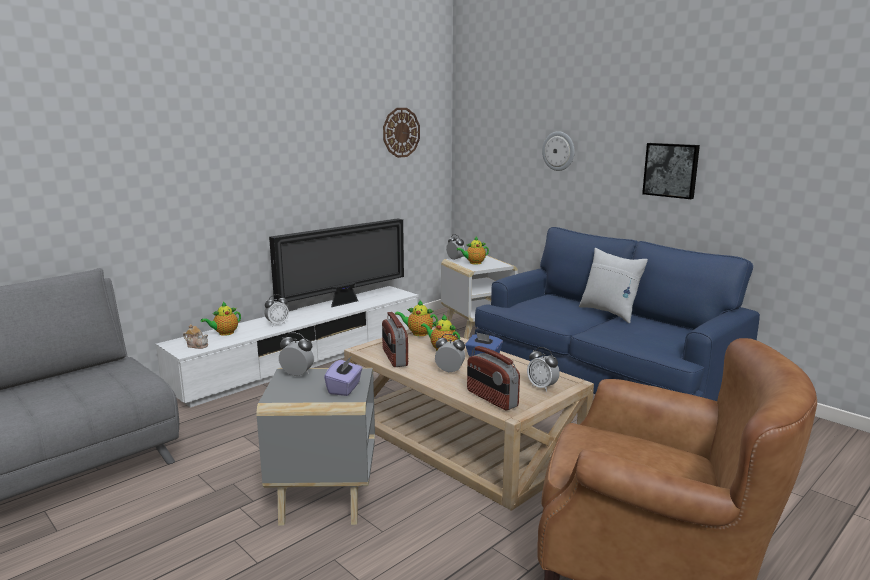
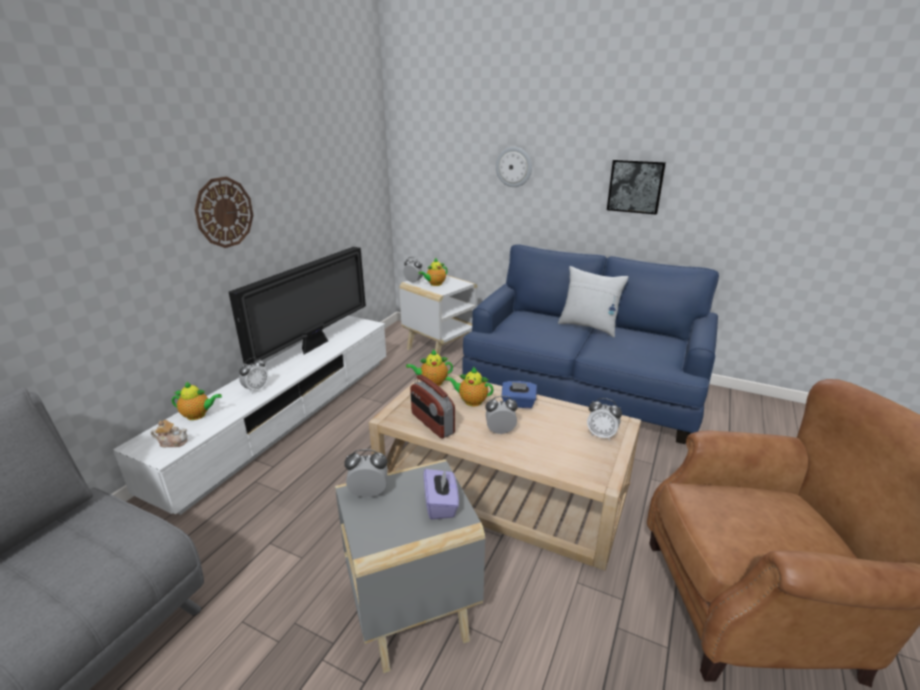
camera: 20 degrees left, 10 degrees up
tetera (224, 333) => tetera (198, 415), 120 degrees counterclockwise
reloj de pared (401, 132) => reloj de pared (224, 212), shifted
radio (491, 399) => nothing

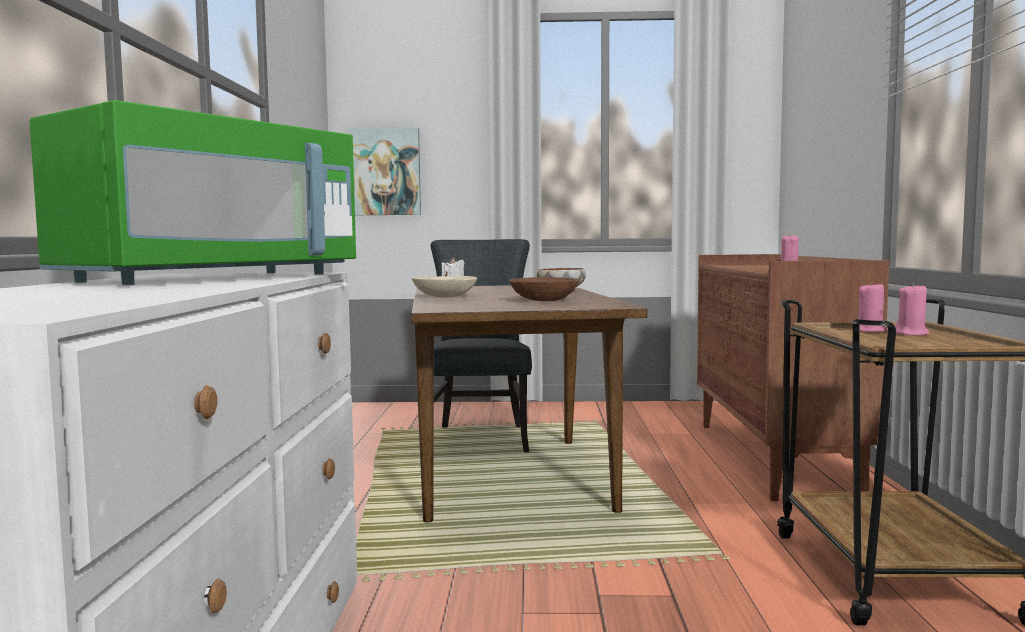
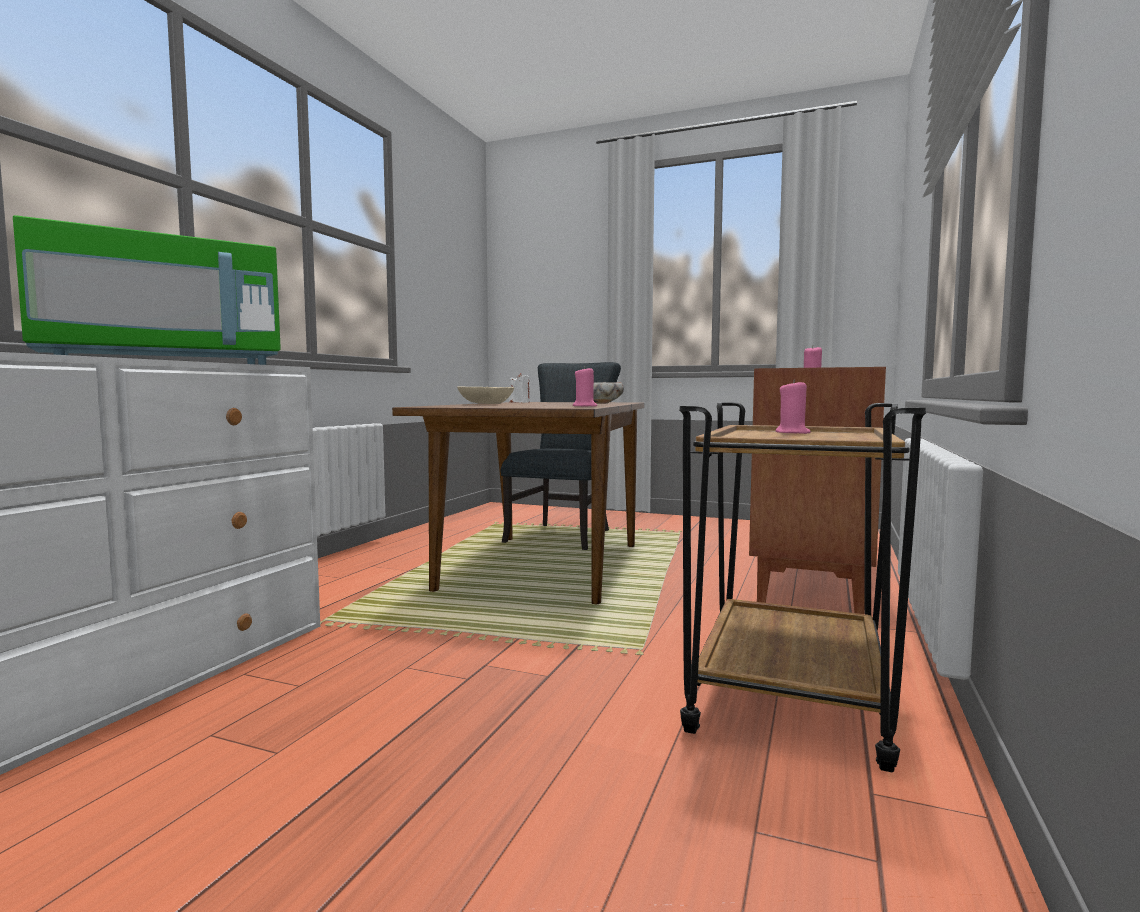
camera: 20 degrees right, 0 degrees up
vela/rosa (911, 334) => vela/rosa (585, 406), shifted
cuadro (385, 172) => nothing
cuenco/marrón (543, 300) => nothing

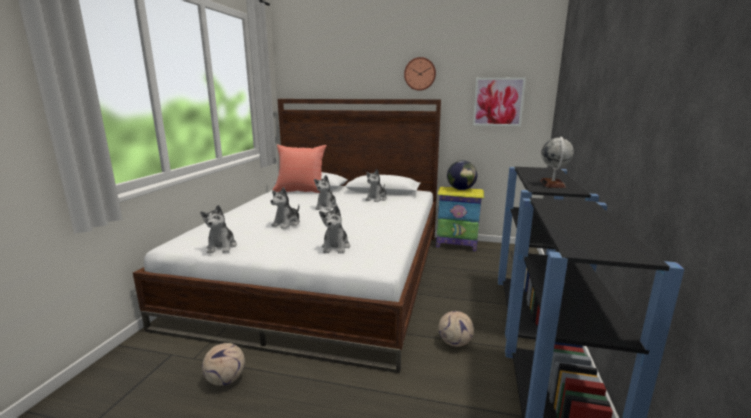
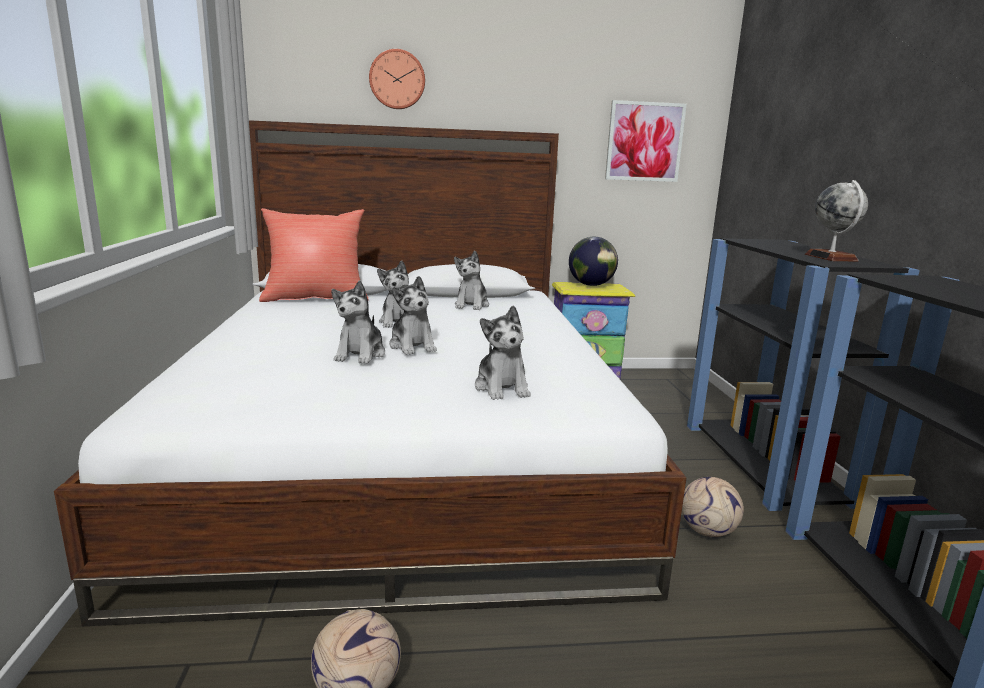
camera: 20 degrees left, 0 degrees up
reloj de pared (420, 74) => reloj de pared (397, 79), shifted
peluche (222, 247) => peluche (412, 346), shifted

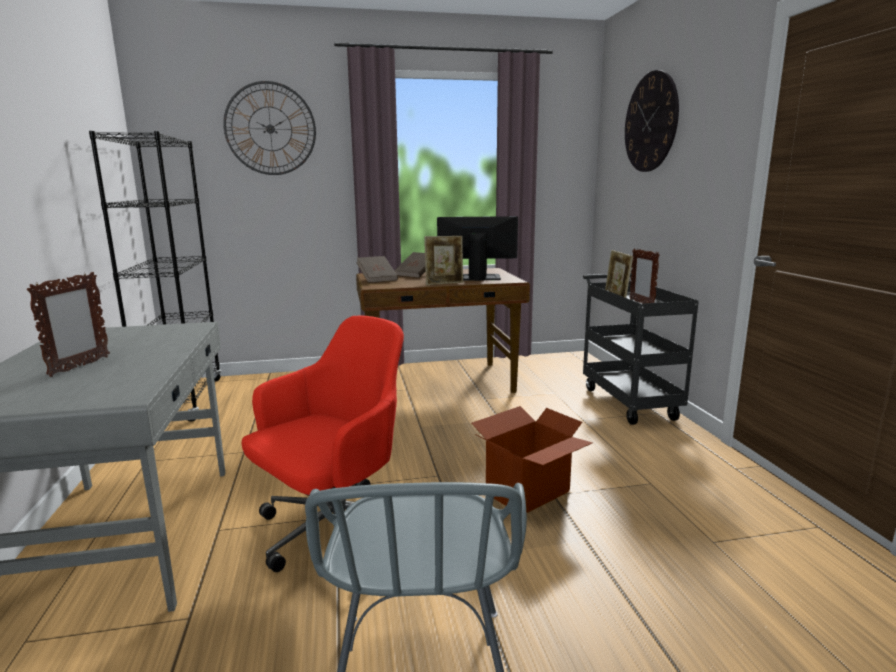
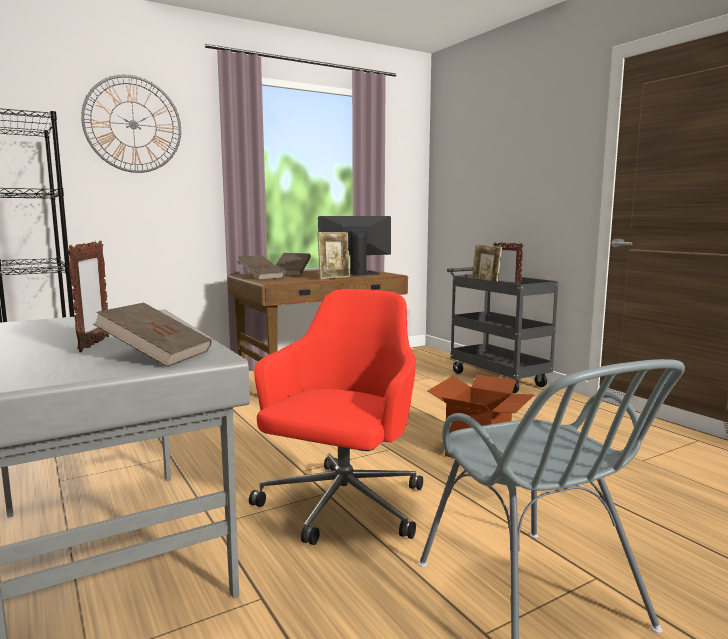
camera: 20 degrees left, 5 degrees down
nothing => libro/marrón (157, 356)
reloj de pared (651, 122) => nothing

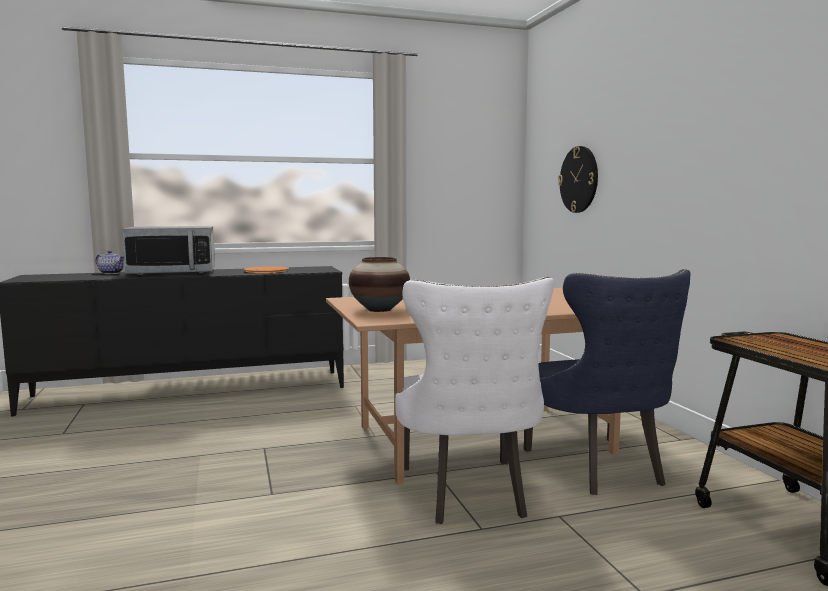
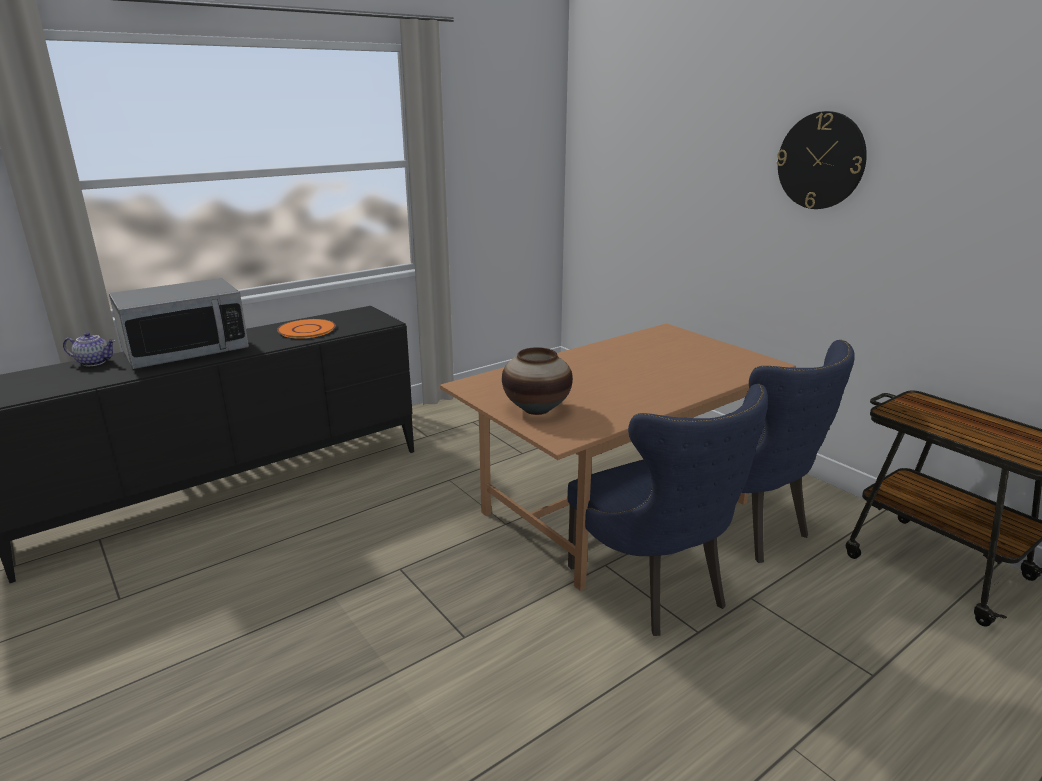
camera: 20 degrees left, 15 degrees up
silla/blanco (468, 492) => silla/azul (654, 586)
reloj de pared (579, 179) => reloj de pared (821, 161), shifted

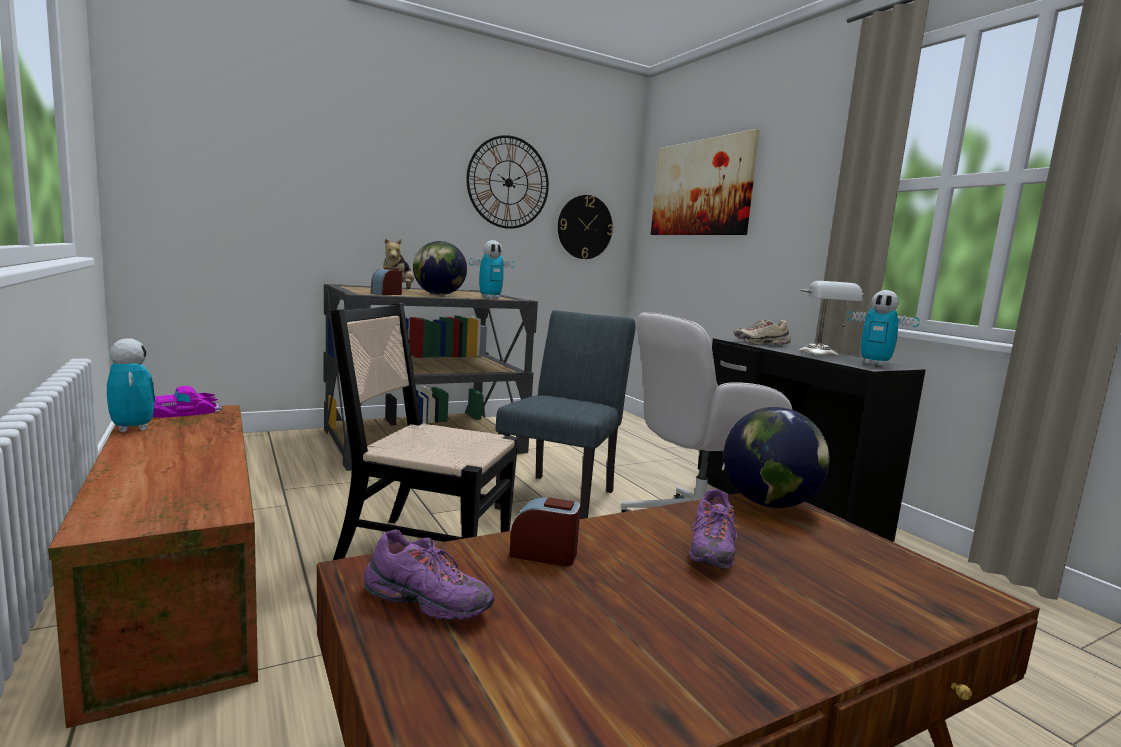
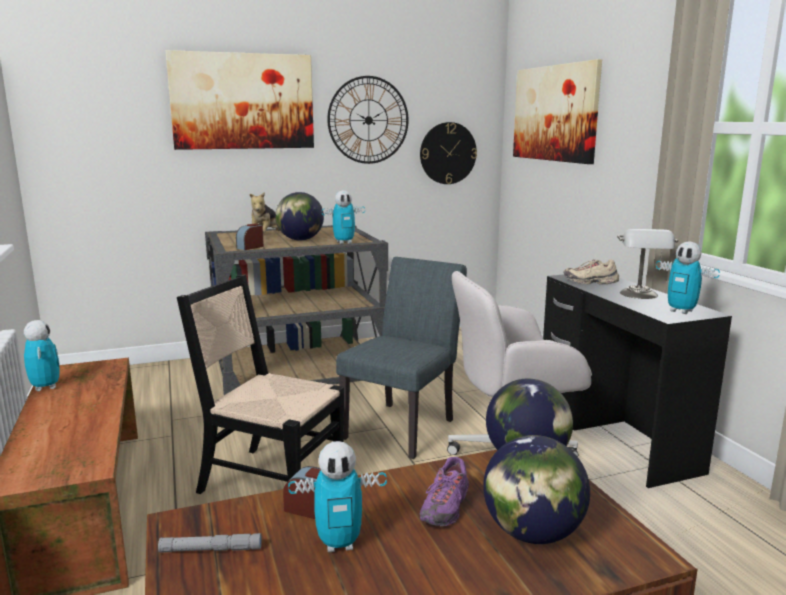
camera: 10 degrees right, 5 degrees up
zapato/morado (427, 602) => linterna/gris (211, 549)
nothing => cuadro (243, 101)
nothing => robot de juguete (339, 544)
nothing => globo terráqueo (532, 533)
coche de juguete (182, 412) => nothing

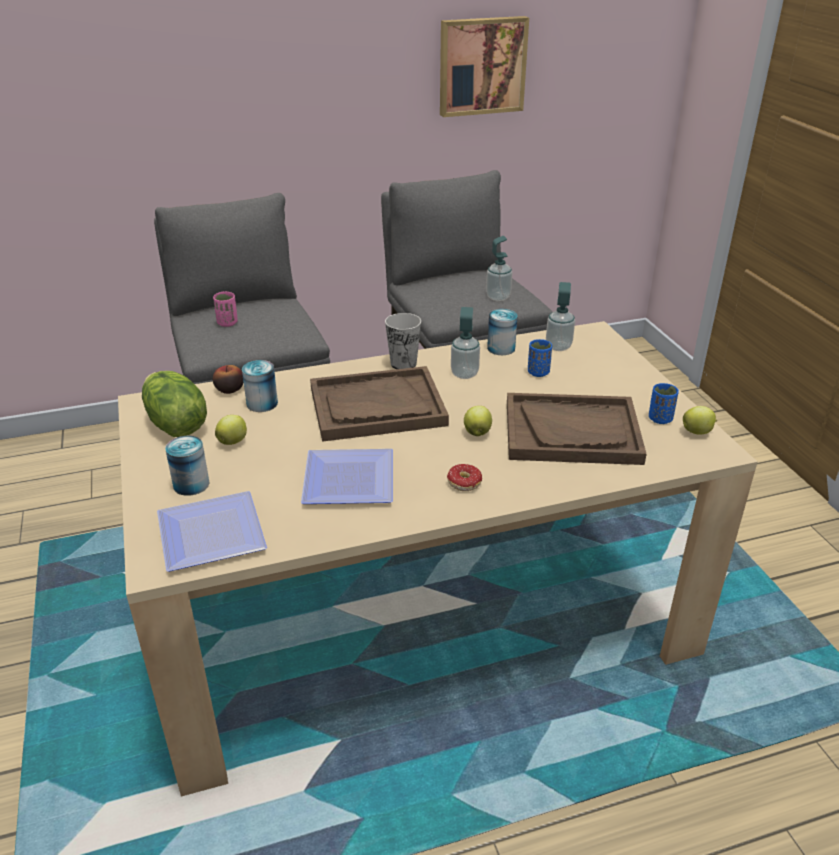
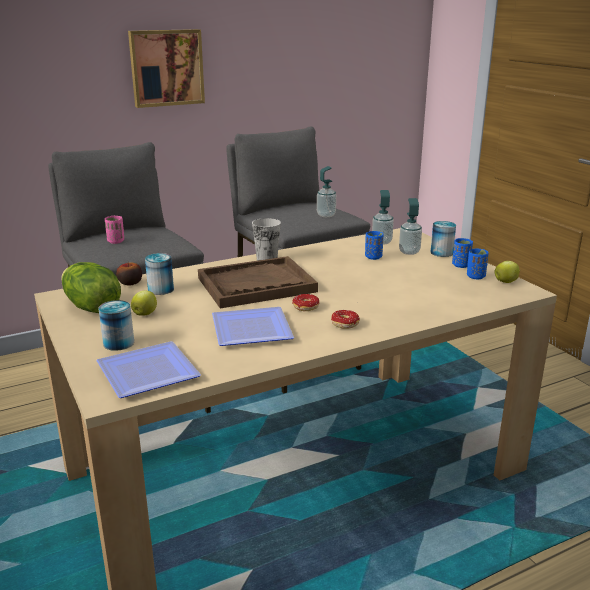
camera: 10 degrees left, 10 degrees down
cuadro (481, 66) => cuadro (166, 67), shifted
nothing => rosquilla (307, 309)
dispensador de jabón (464, 374) => dispensador de jabón (409, 252), shifted
lata (501, 348) => lata (441, 252), shifted
nothing => taza/azul (461, 265)
manzana (477, 432) => nothing
bandeja/marrón (572, 432) => nothing

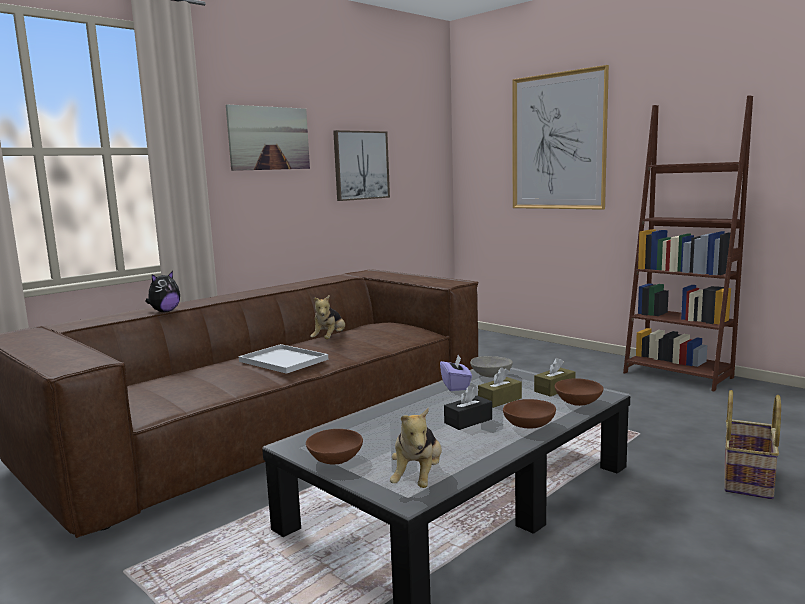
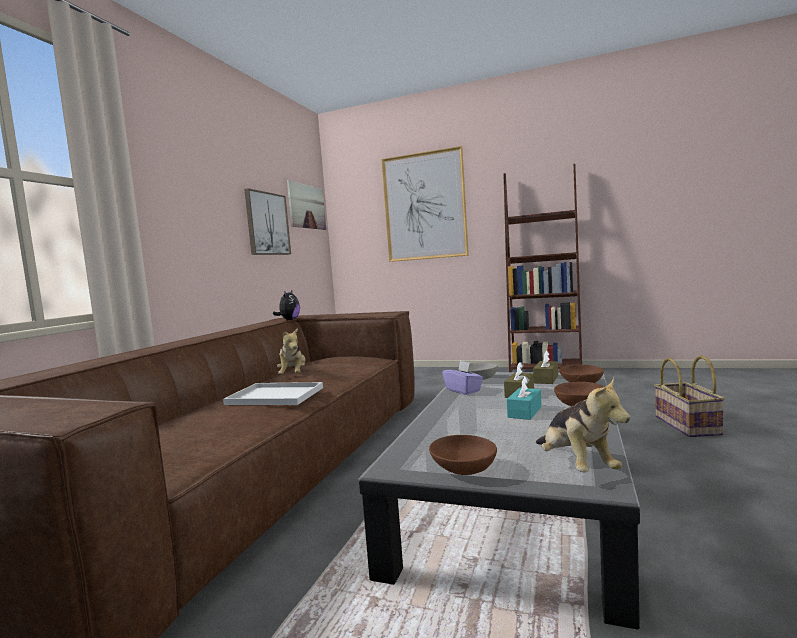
camera: 25 degrees left, 5 degrees down
peluche (165, 311) => peluche (289, 320), shifted
cuadro (269, 138) => cuadro (306, 206), shifted
caja de pañuelos/negro (468, 421) => caja de pañuelos/turquesa (524, 412)

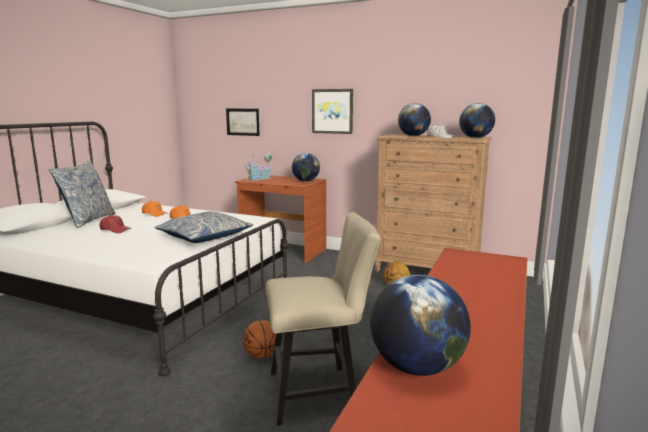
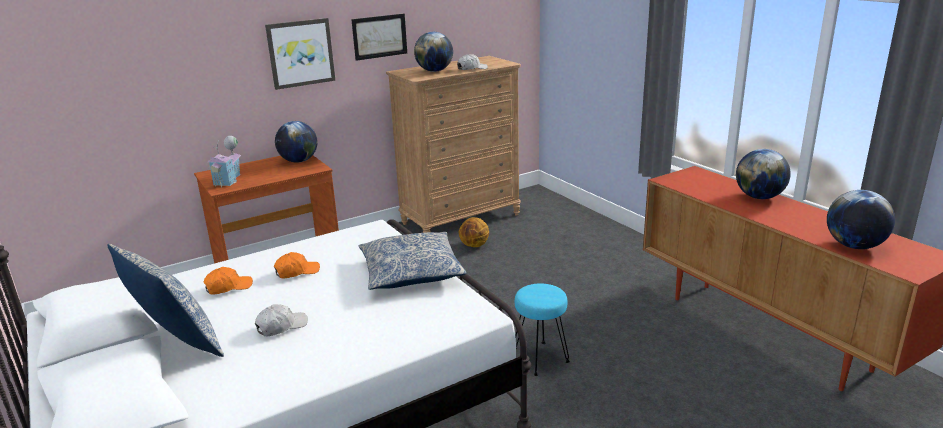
camera: 55 degrees left, 10 degrees up
gorra/rojo (115, 230) => gorra/blanco (281, 326)
cuadro (242, 122) => cuadro (379, 36), shifted
balón de baloncesto (262, 355) => taburete/turquesa (540, 358)
globo terráqueo (475, 138) => globo terráqueo (759, 197), shifted
silla/beis (320, 392) => nothing

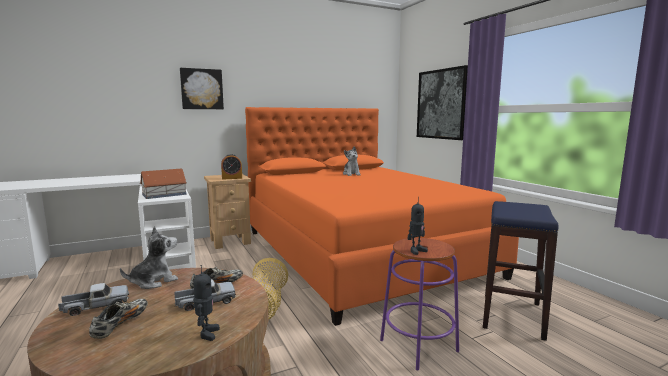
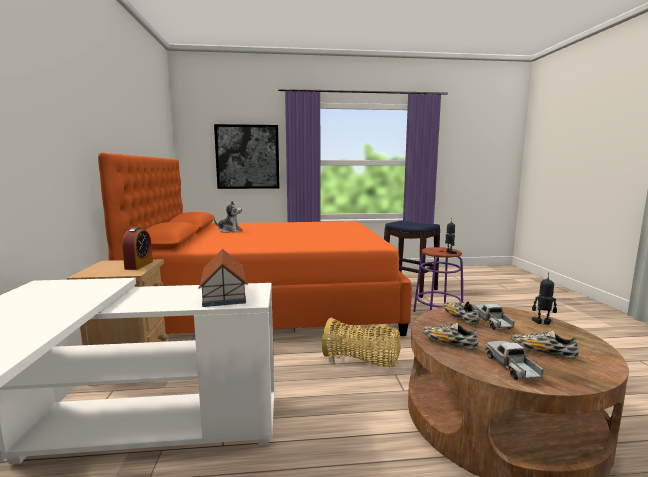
camera: 70 degrees left, 0 degrees up
peluche (154, 281) => zapato (448, 343)
cuadro (202, 89) => nothing

